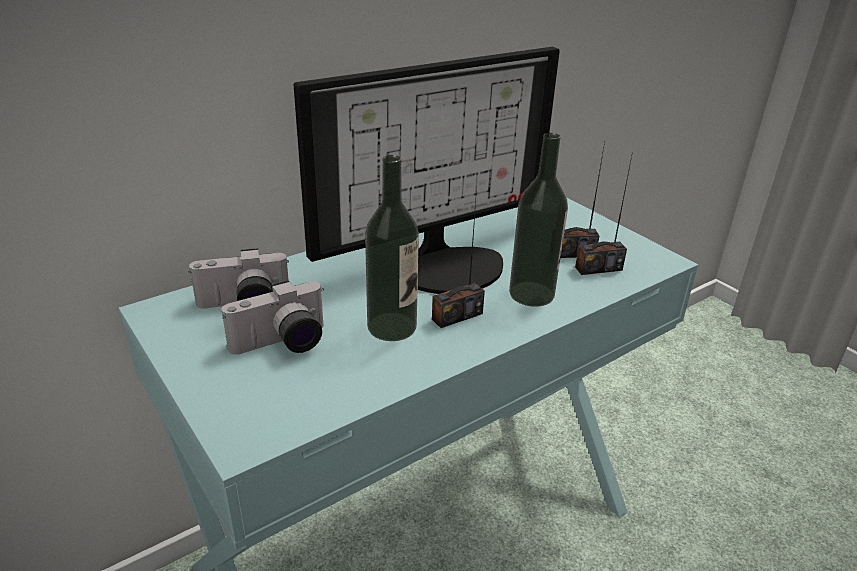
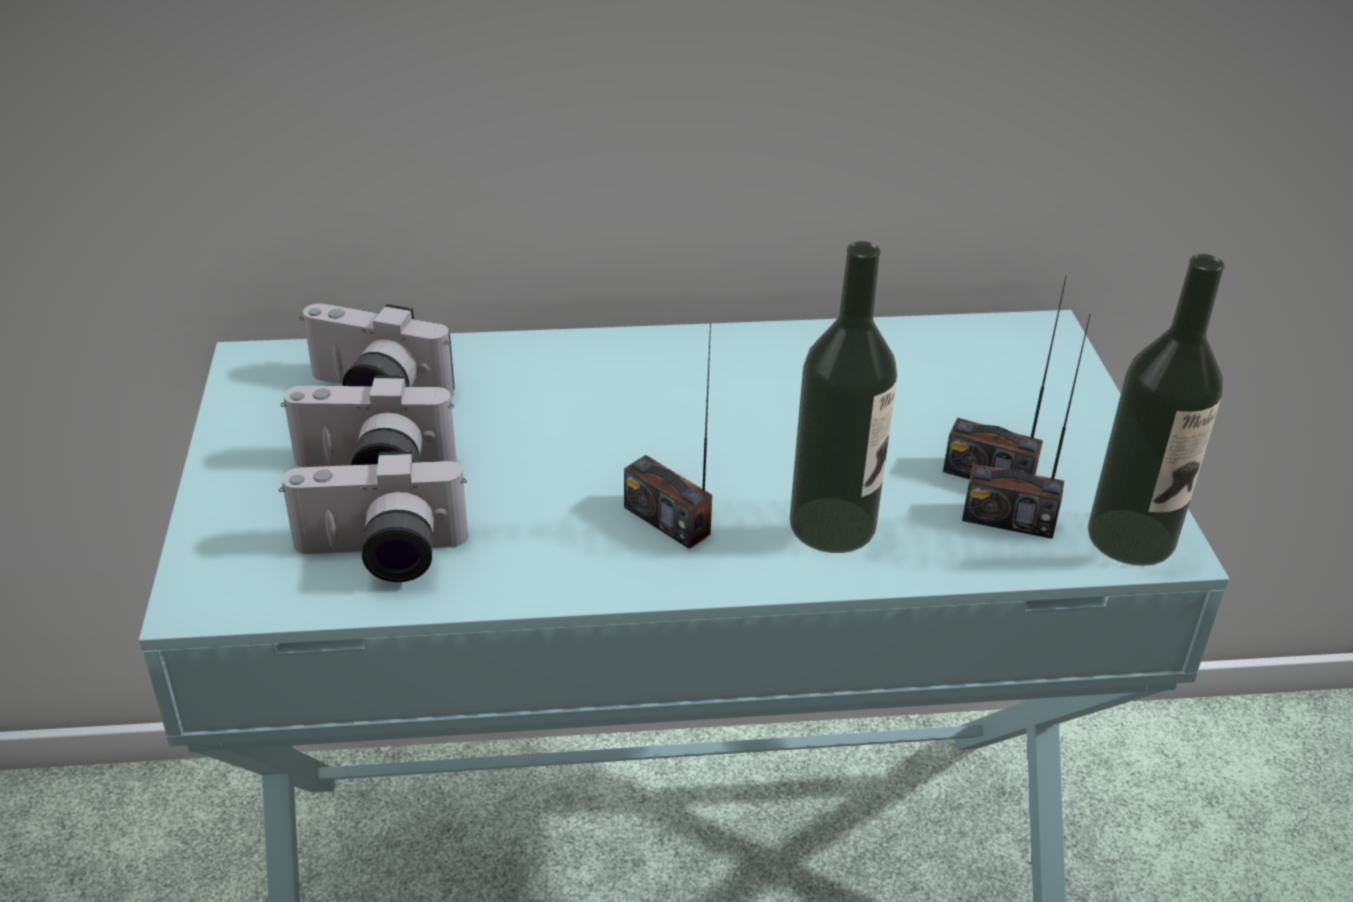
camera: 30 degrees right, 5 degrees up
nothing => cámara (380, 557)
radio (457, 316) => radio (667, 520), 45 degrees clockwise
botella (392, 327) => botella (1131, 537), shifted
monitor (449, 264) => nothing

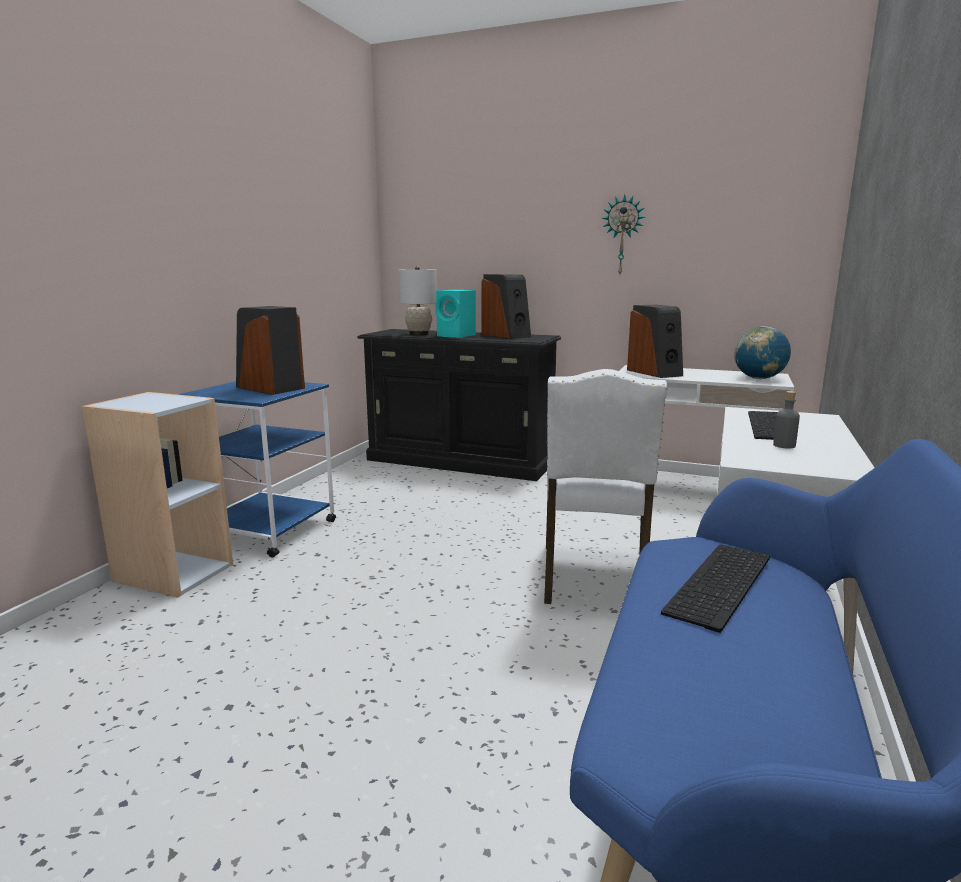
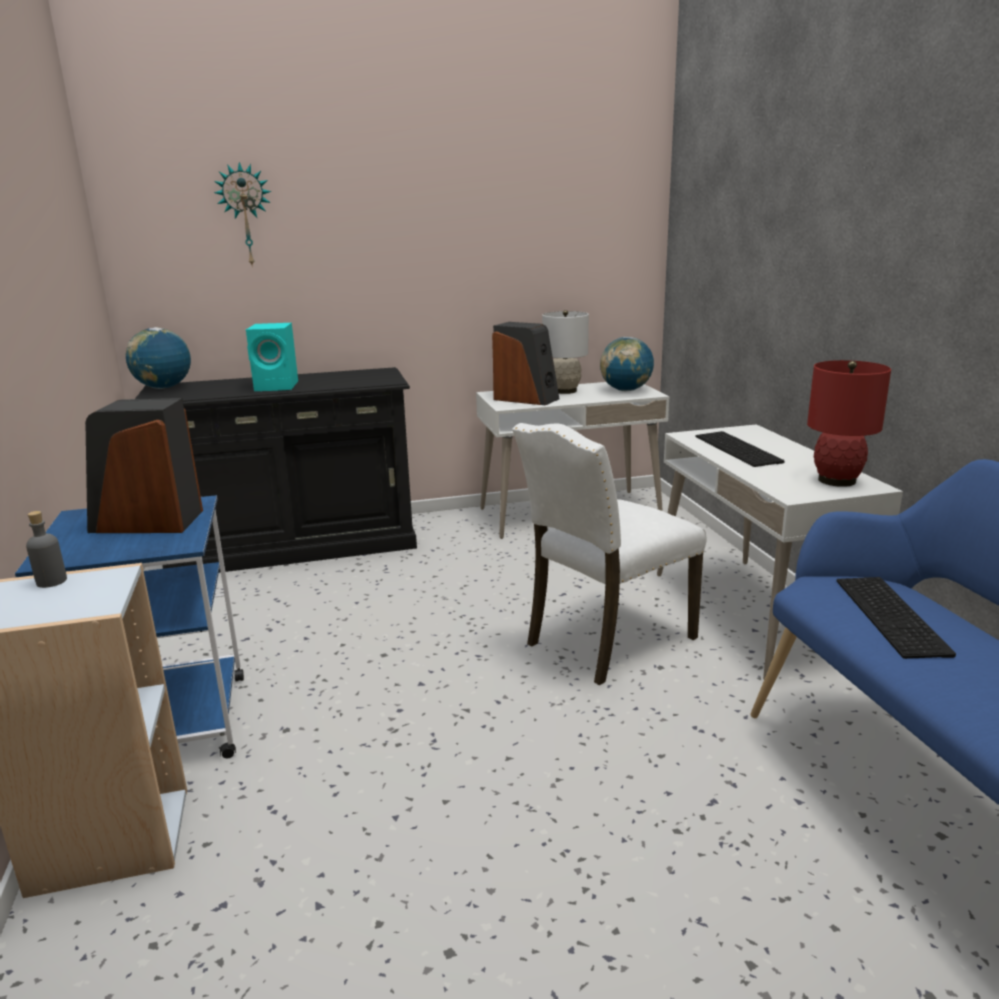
camera: 35 degrees left, 5 degrees up
botella/gris (784, 445) => botella/gris (51, 581), shifted
nothing => globo terráqueo (163, 388)
reloj de pared (622, 236) => reloj de pared (246, 215), shifted
silla/blanco (594, 578) => silla/blanco (606, 641), 75 degrees clockwise
lámpara de mesa/blanco (419, 334) => lámpara de mesa/blanco (564, 391), shifted
nothing => lámpara de mesa/rojo (837, 480)
altavoz (506, 336) => nothing

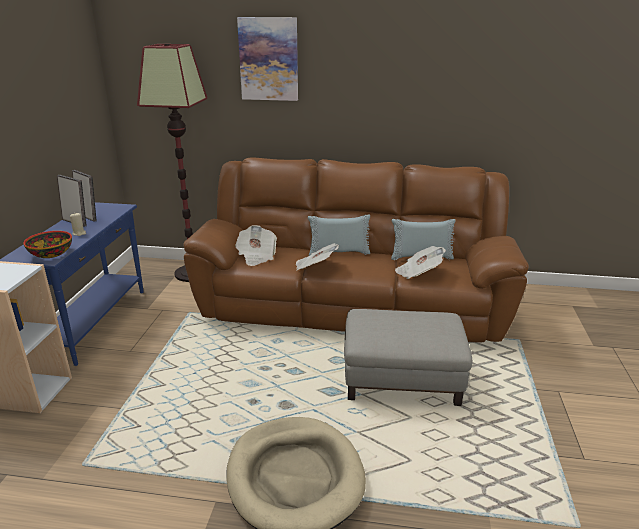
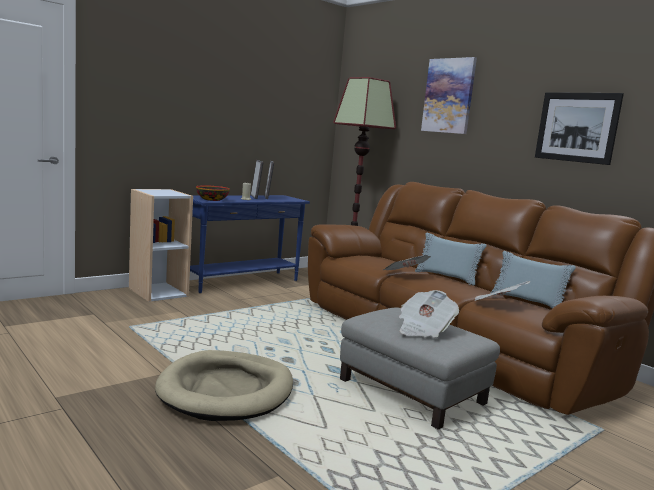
camera: 40 degrees right, 15 degrees down
periódico (256, 256) => periódico (423, 329), shifted
nothing => cuadro (577, 127)

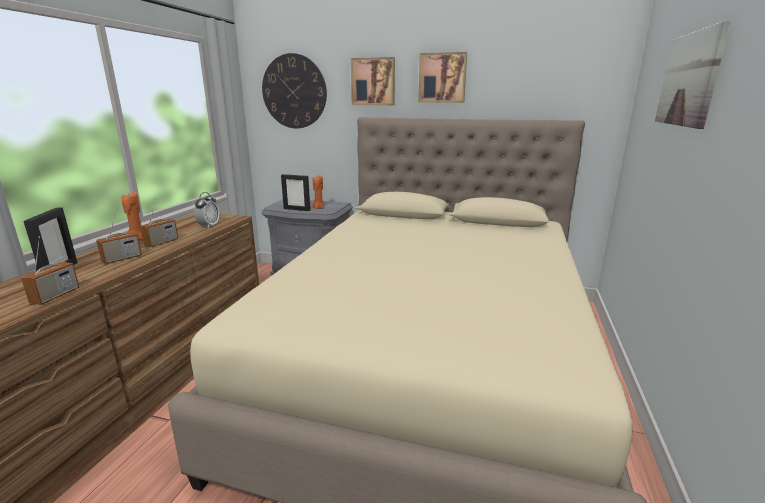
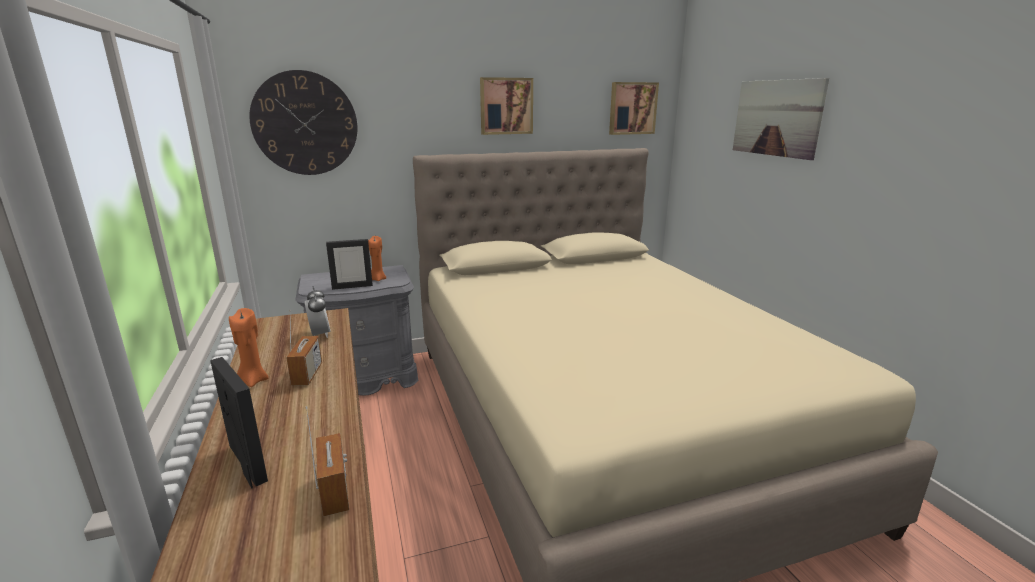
camera: 35 degrees left, 0 degrees up
cuadro (373, 82) => cuadro (632, 108), shifted
radio (122, 259) => nothing

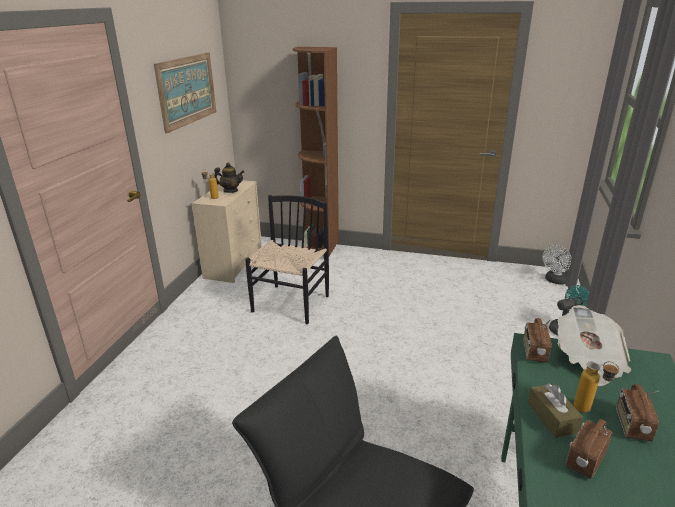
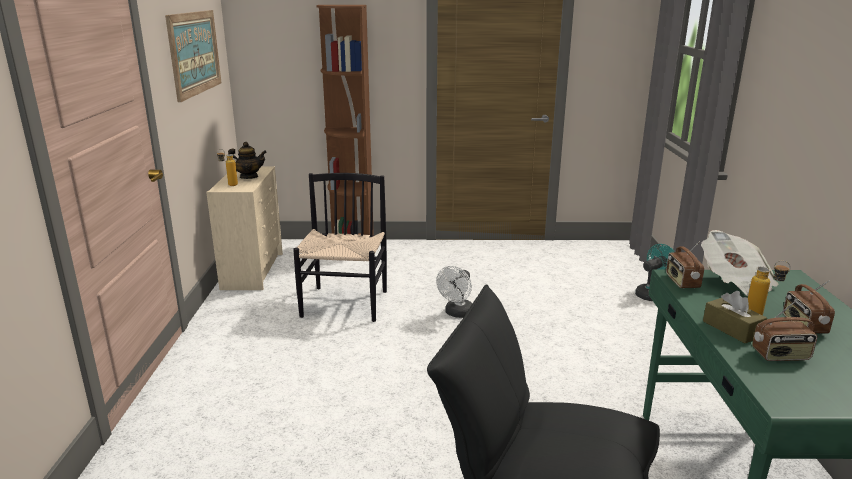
camera: 15 degrees left, 5 degrees down
ventilador/blanco (554, 281) => ventilador/blanco (457, 314), shifted
radio (584, 460) => radio (781, 356), 120 degrees counterclockwise

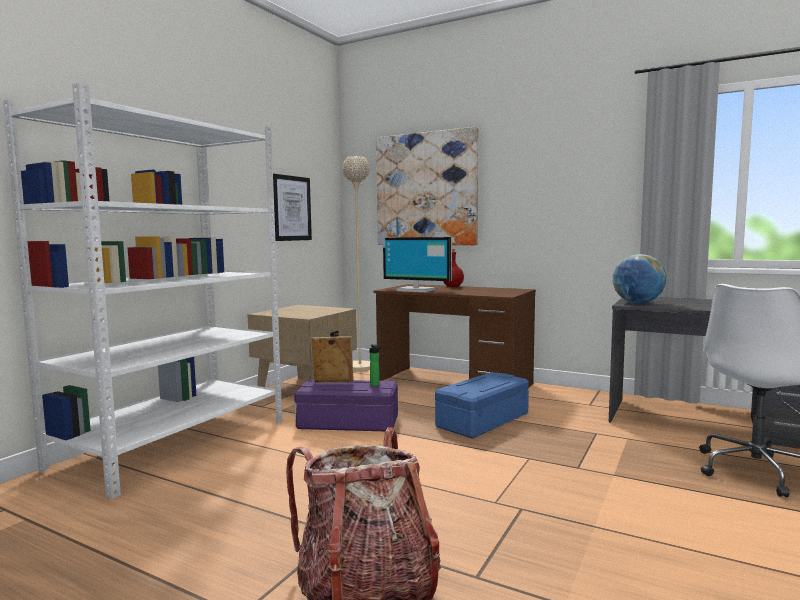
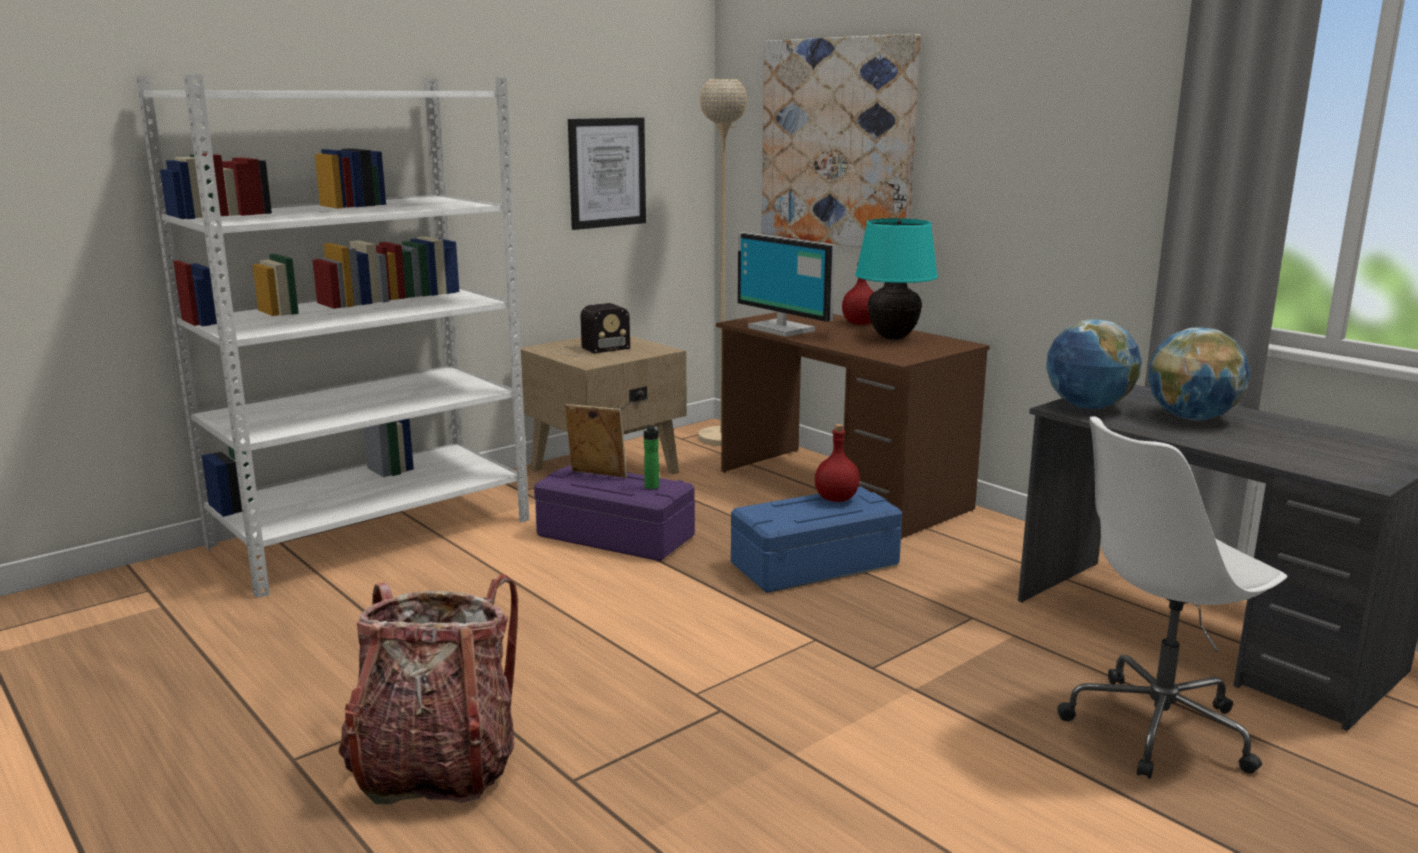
camera: 20 degrees right, 10 degrees up
nothing => radio (590, 349)
nothing => botella/rojo (835, 499)
nothing => lámpara de mesa/turquesa (893, 337)
nothing => globo terráqueo (1192, 418)

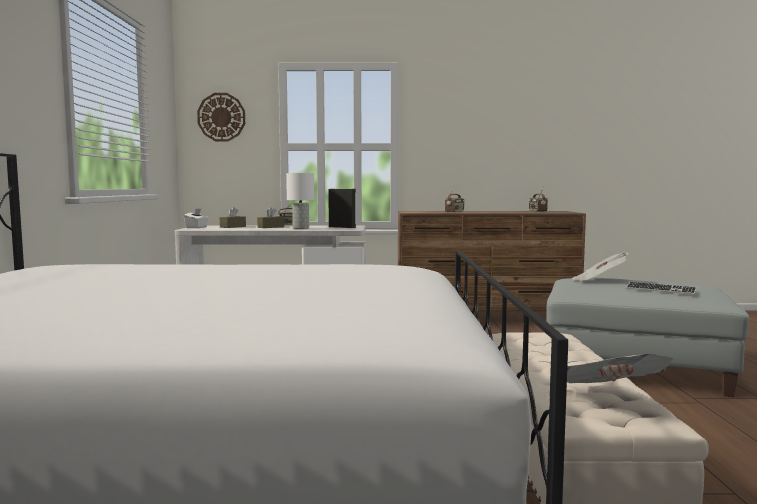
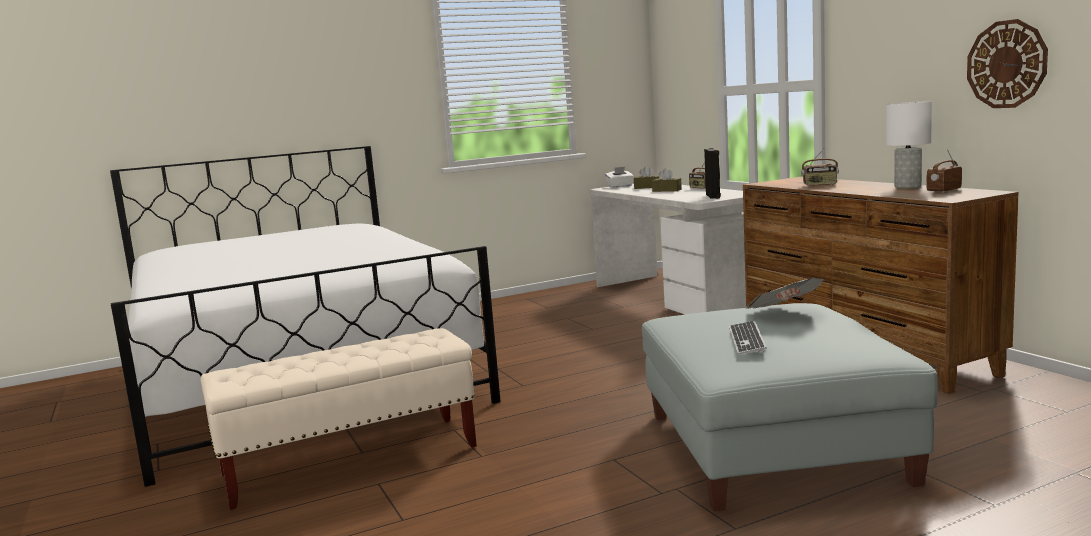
camera: 65 degrees right, 5 degrees up
lámpara de mesa/blanco (301, 228) => lámpara de mesa/blanco (908, 186), shifted
reloj de pared (221, 117) => reloj de pared (1006, 64), shifted
periódico (609, 400) => nothing

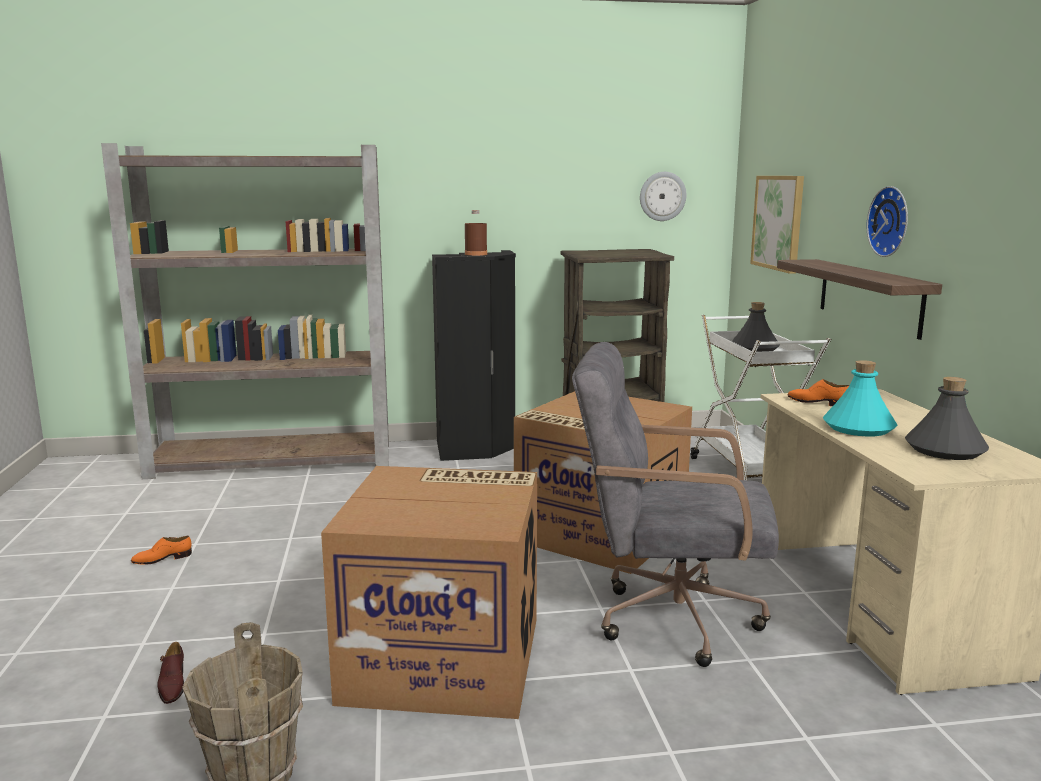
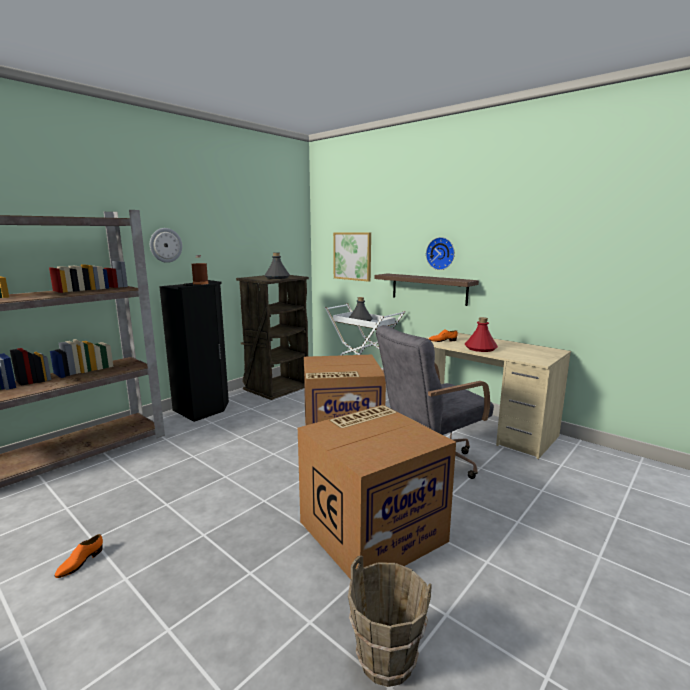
camera: 40 degrees left, 0 degrees up
reloj de pared (662, 196) => reloj de pared (165, 245), shifted
botella/gris (945, 450) => botella/gris (277, 278), shifted
botella/turquesa (858, 428) => botella/rojo (480, 348)
zapato/marrón (172, 685) => nothing

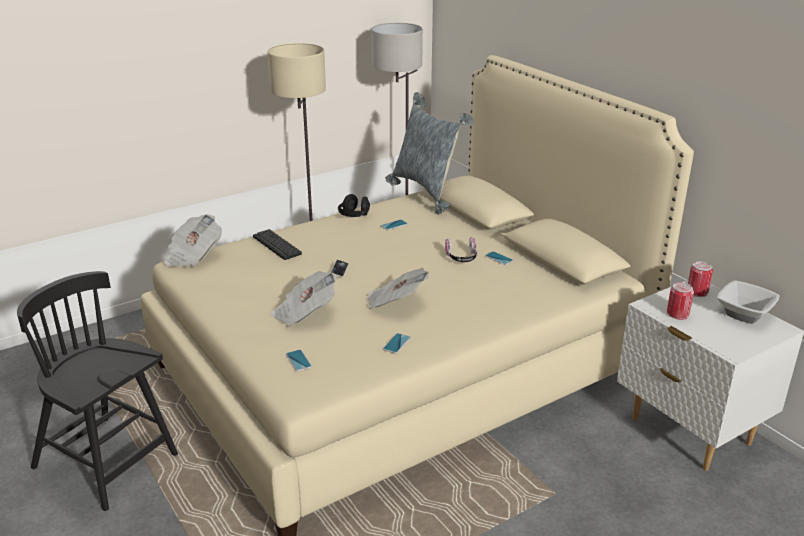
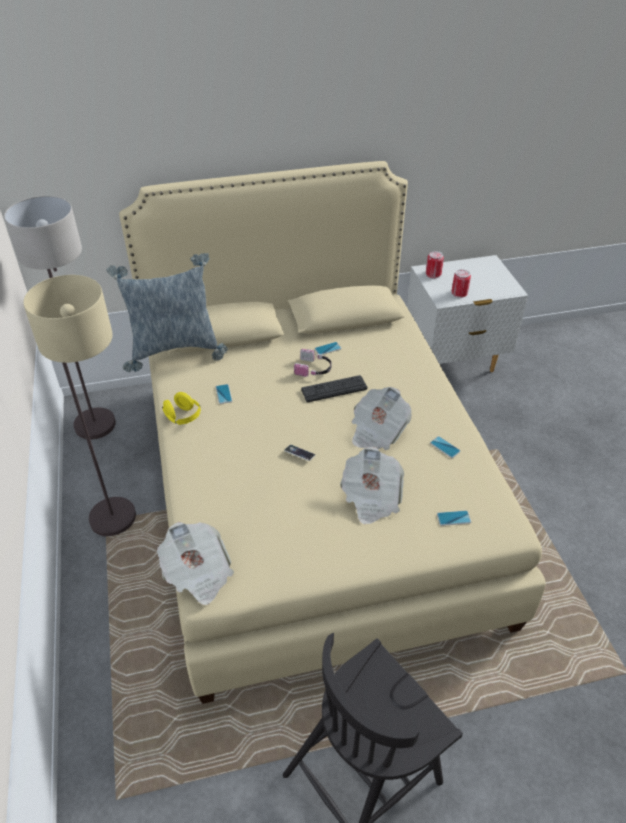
camera: 70 degrees left, 15 degrees up
auriculares/negro (354, 216) => auriculares/amarillo (183, 417)
teclado (277, 245) => teclado (334, 389), shifted
cuenco (745, 314) => nothing

